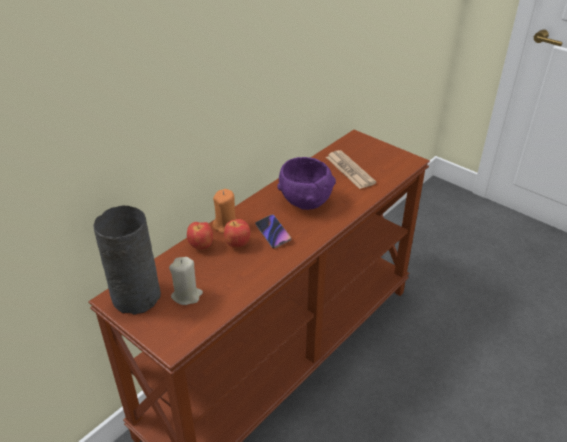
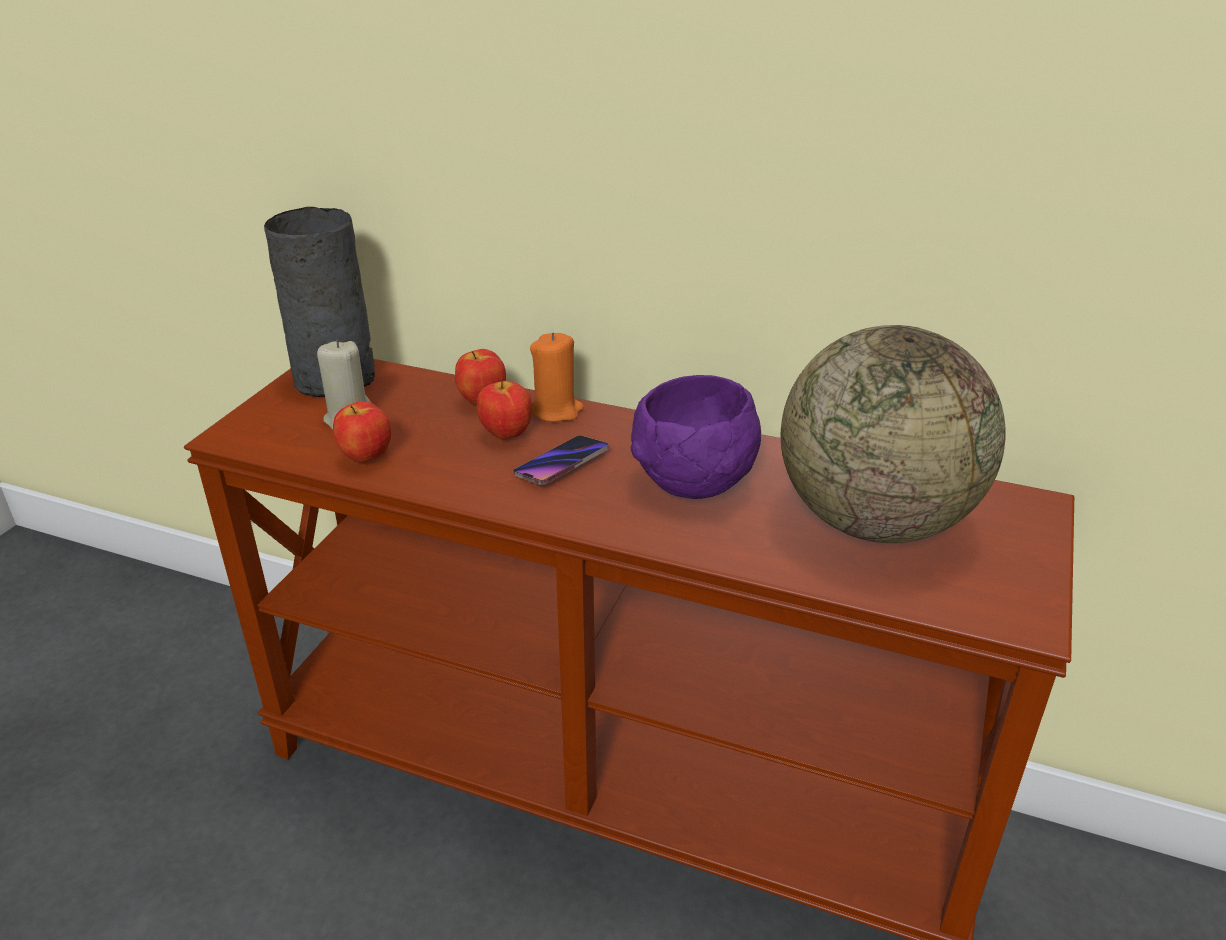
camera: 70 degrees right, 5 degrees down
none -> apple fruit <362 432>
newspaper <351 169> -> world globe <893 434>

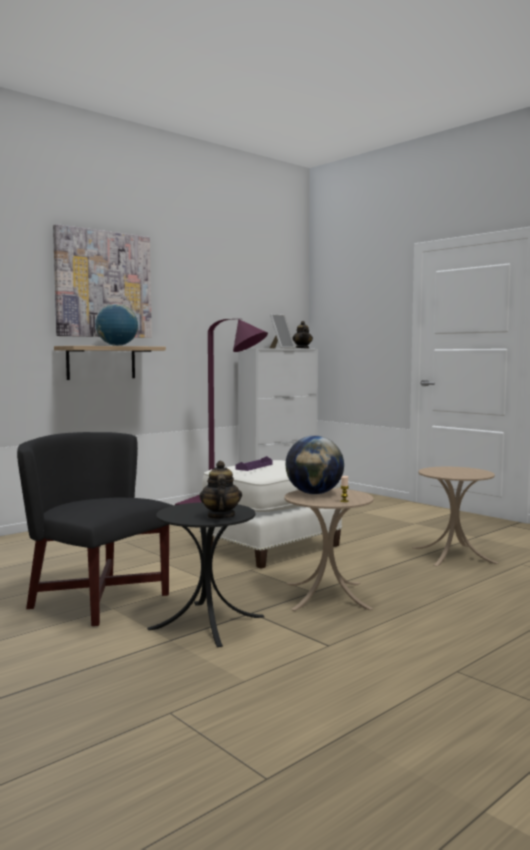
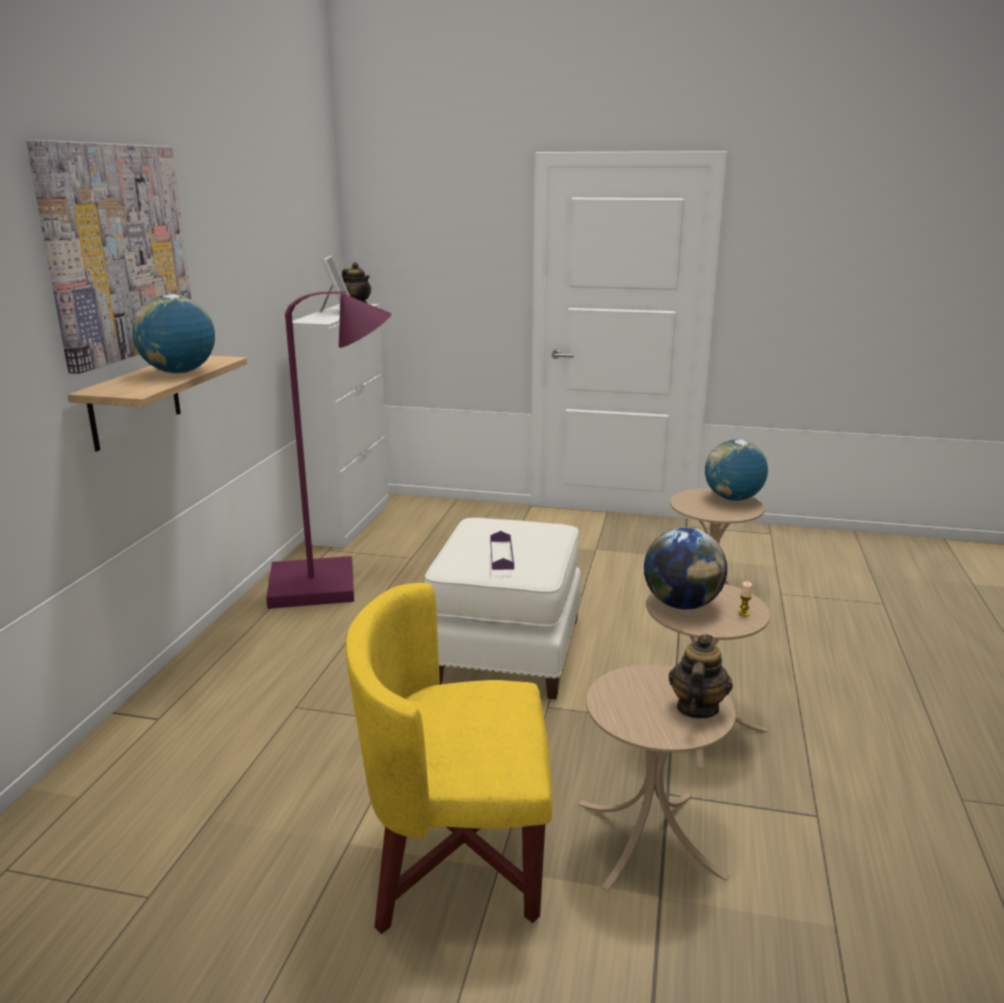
camera: 35 degrees left, 15 degrees up
none -> world globe <736 470>
black-coloured lounge chair <95 529> -> yellowish lounge chair <449 758>
black-coloured end table <206 574> -> sand-coloured end table <657 778>
teapot <221 490> -> teapot <701 676>, 60 degrees clockwise

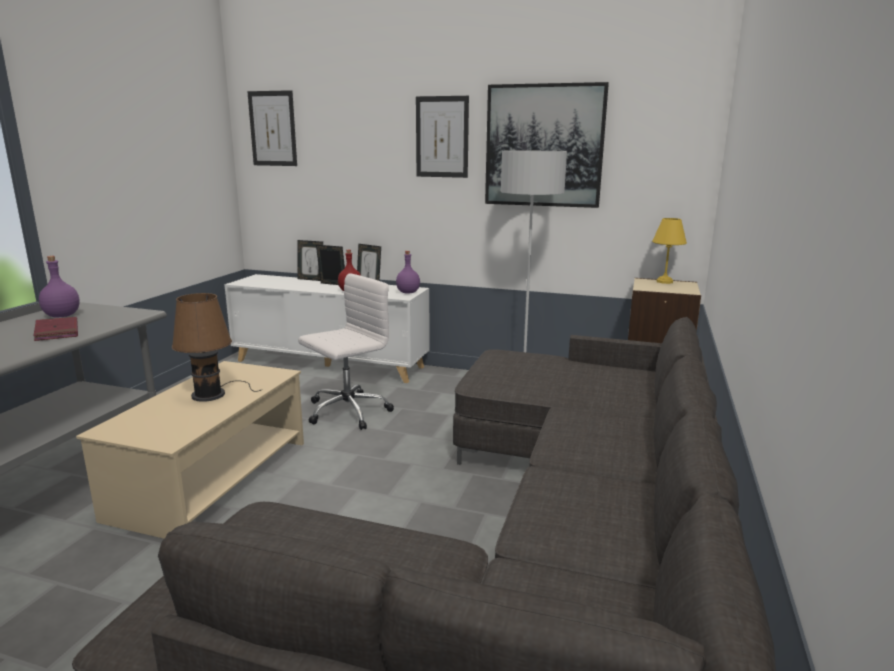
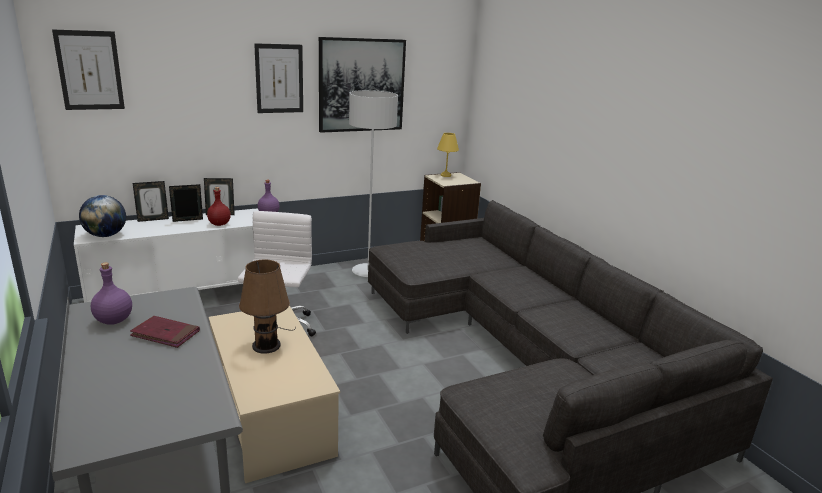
camera: 45 degrees left, 5 degrees up
none -> world globe <102 216>

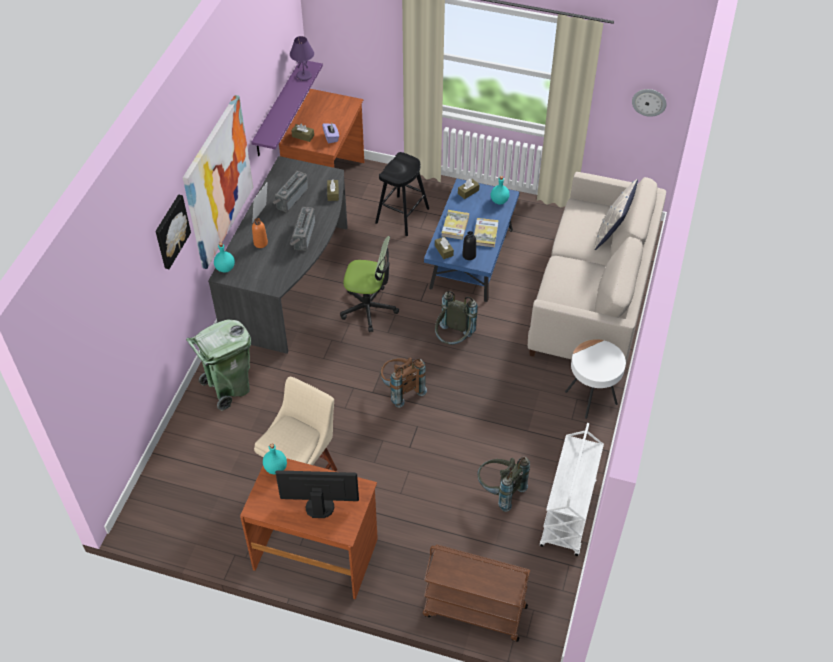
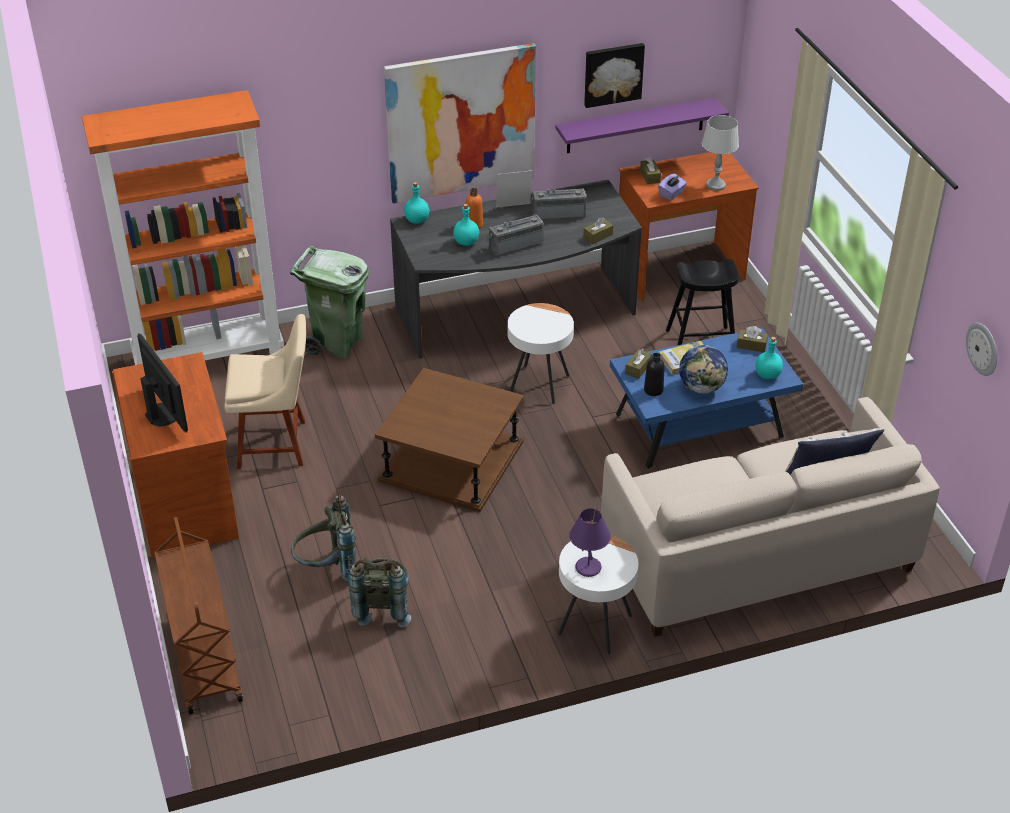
camera: 55 degrees right, 10 degrees down
white wheeled cart <572 489> -> none
none -> orange bookcase <183 227>
none -> grey tabletop lamp <720 153>
wall picture <173 231> -> wall picture <614 75>, shifted
turquoise bottle <275 459> -> turquoise bottle <466 225>, shifted
purple-coloured tabletop lamp <302 58> -> purple-coloured tabletop lamp <590 542>, shifted
grey rucksack <456 318> -> grey rucksack <324 537>, shifted
computer chair <369 284> -> white end table <540 353>
brown rucksack <403 383> -> brown end table <449 440>
bound book <486 232> -> world globe <703 369>

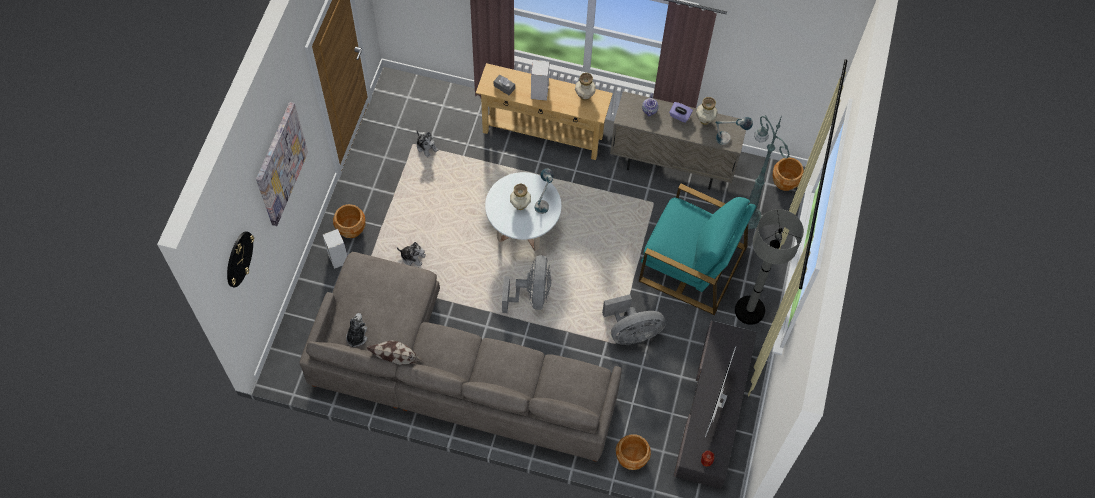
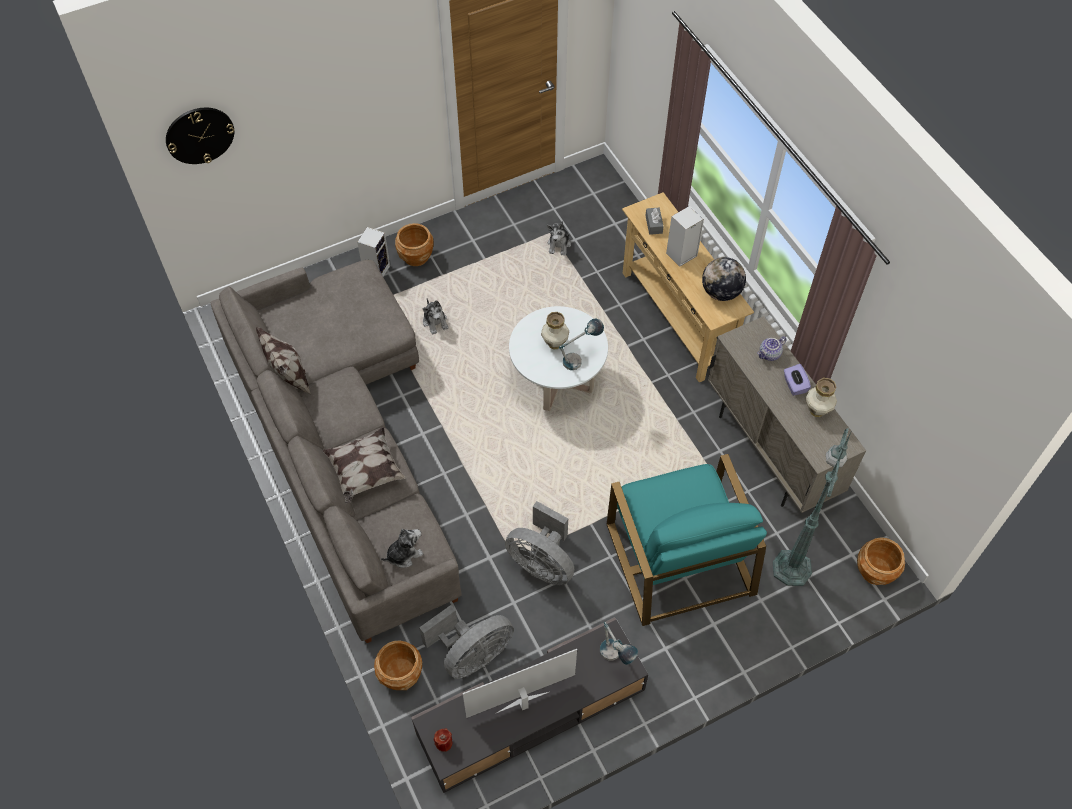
camera: 50 degrees right, 5 degrees down
wall picture <282 164> -> none
grey standing lamp <769 267> -> none
none -> cushion <364 465>
plush toy <357 330> -> plush toy <402 548>, shifted
grey electric fan <526 284> -> grey electric fan <466 642>, shifted
tabletop lamp <734 131> -> tabletop lamp <619 643>, shifted
decorative vase <585 87> -> world globe <724 279>

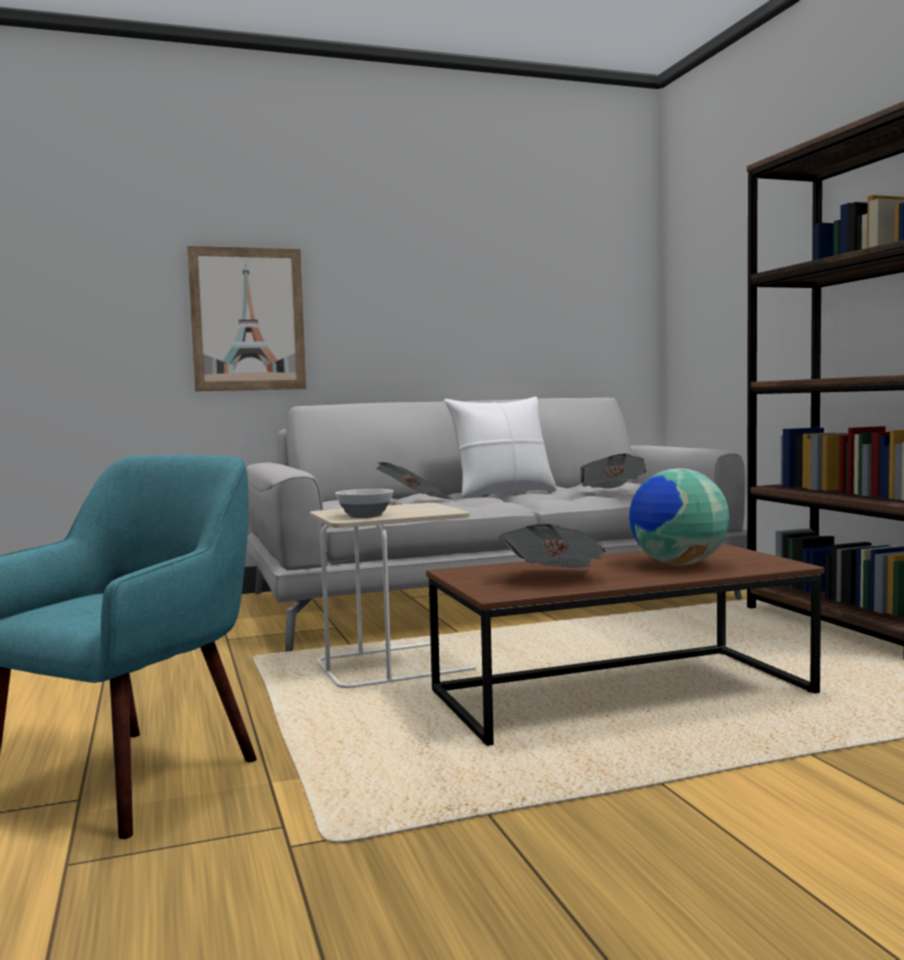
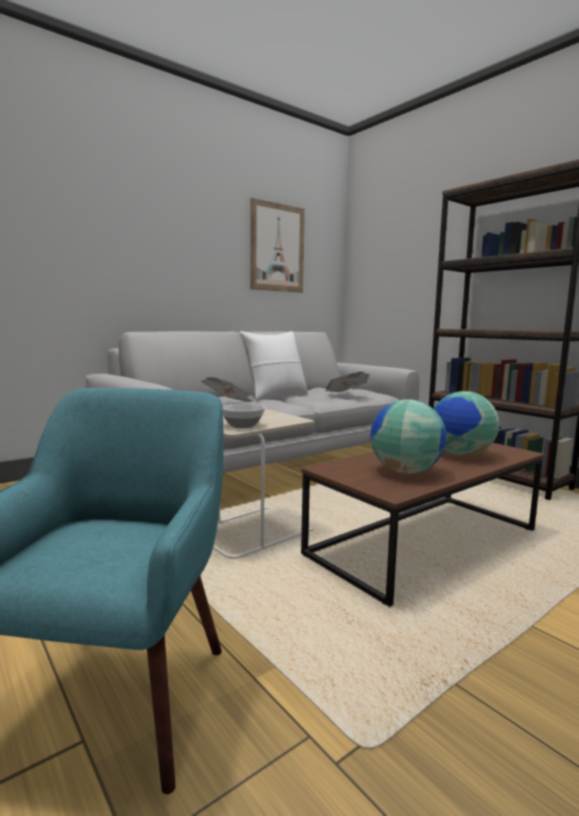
camera: 20 degrees left, 5 degrees up
wall picture <246 318> -> wall picture <277 245>, shifted
newspaper <552 546> -> world globe <408 436>

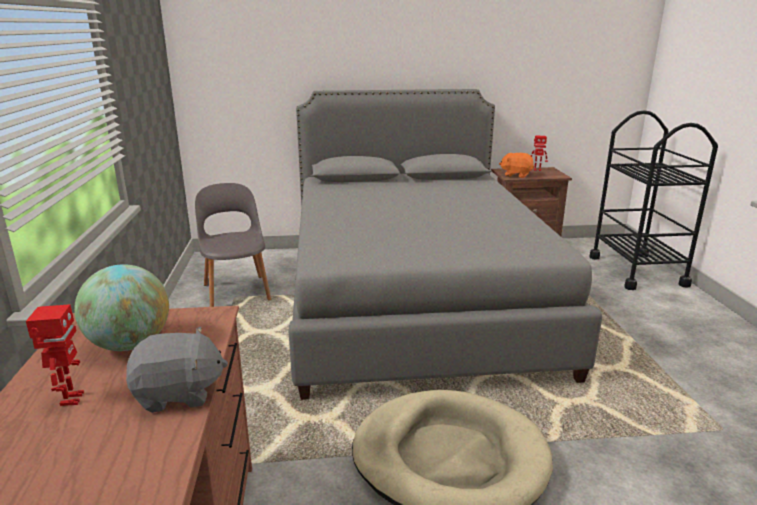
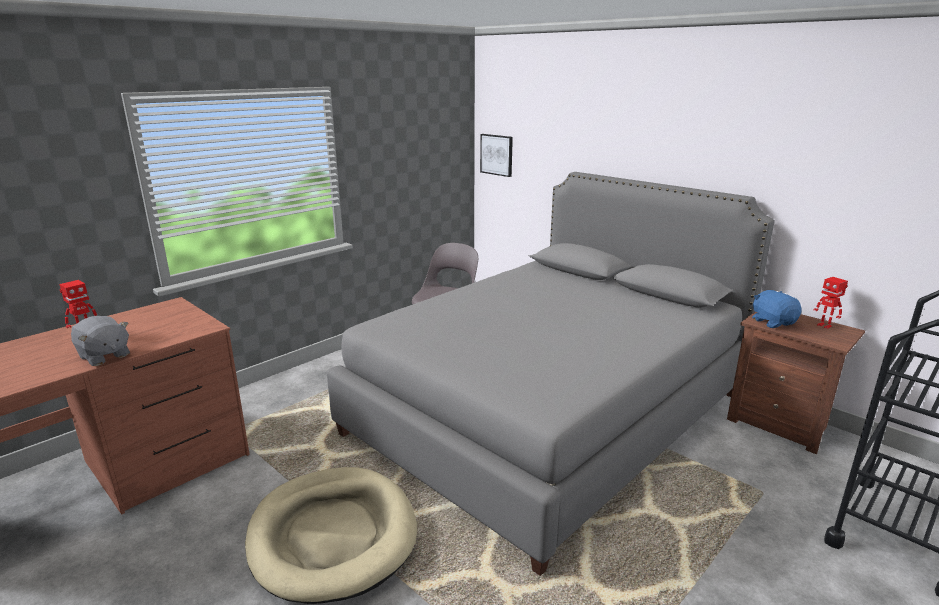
camera: 50 degrees right, 0 degrees up
world globe <121 307> -> none
none -> wall picture <496 155>
orange plush toy <516 165> -> blue-coloured plush toy <777 309>

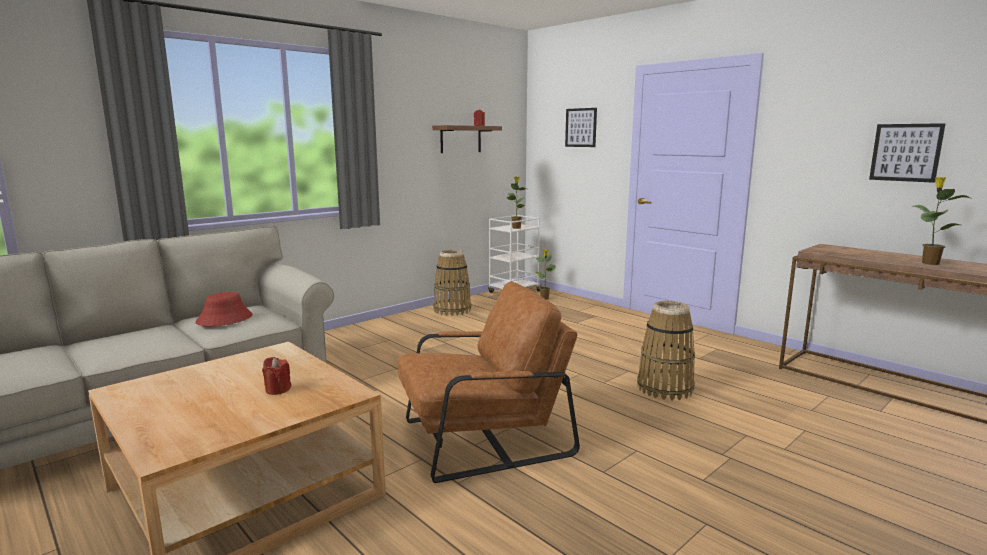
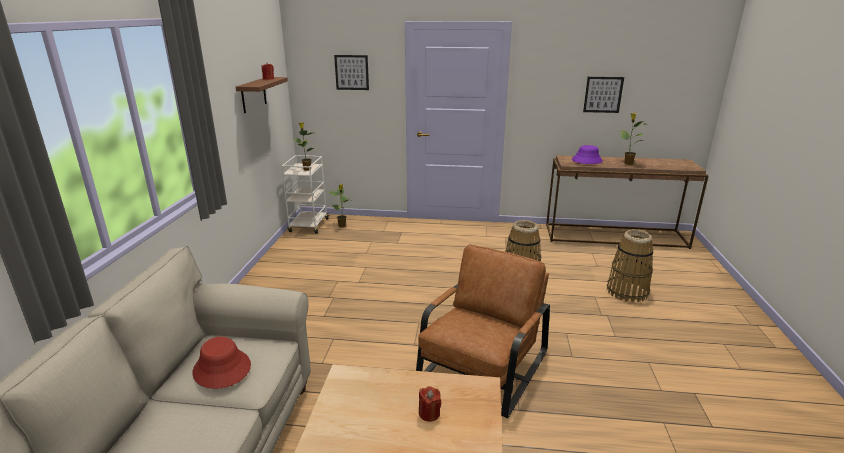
camera: 40 degrees left, 10 degrees up
none -> purple-coloured clothing hat <587 154>
basket <452 282> -> basket <630 266>, shifted

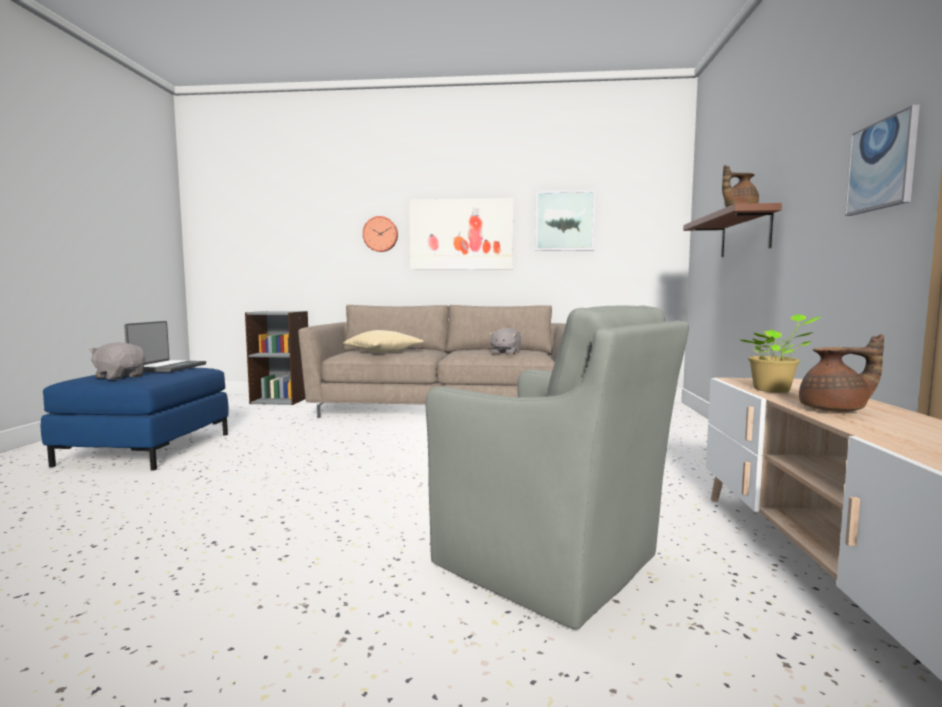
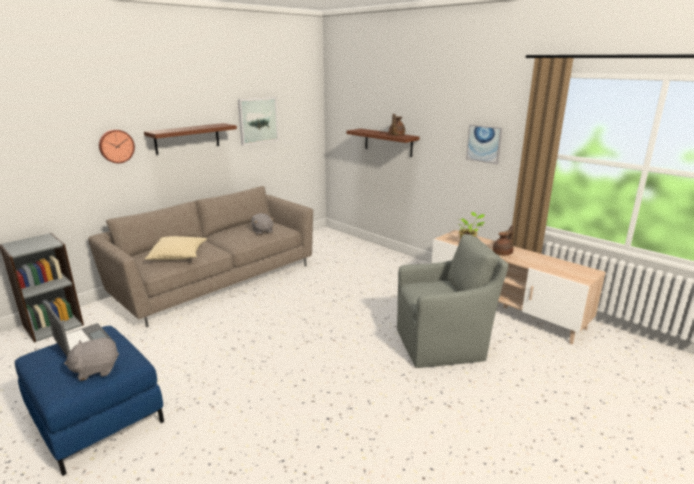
camera: 50 degrees left, 15 degrees up
wall picture <461 234> -> brown shelf <190 139>

